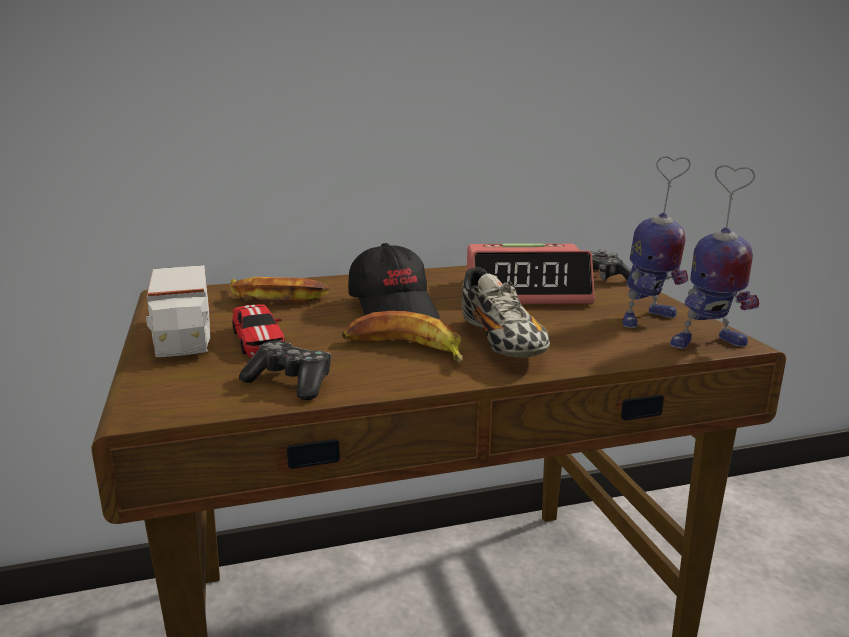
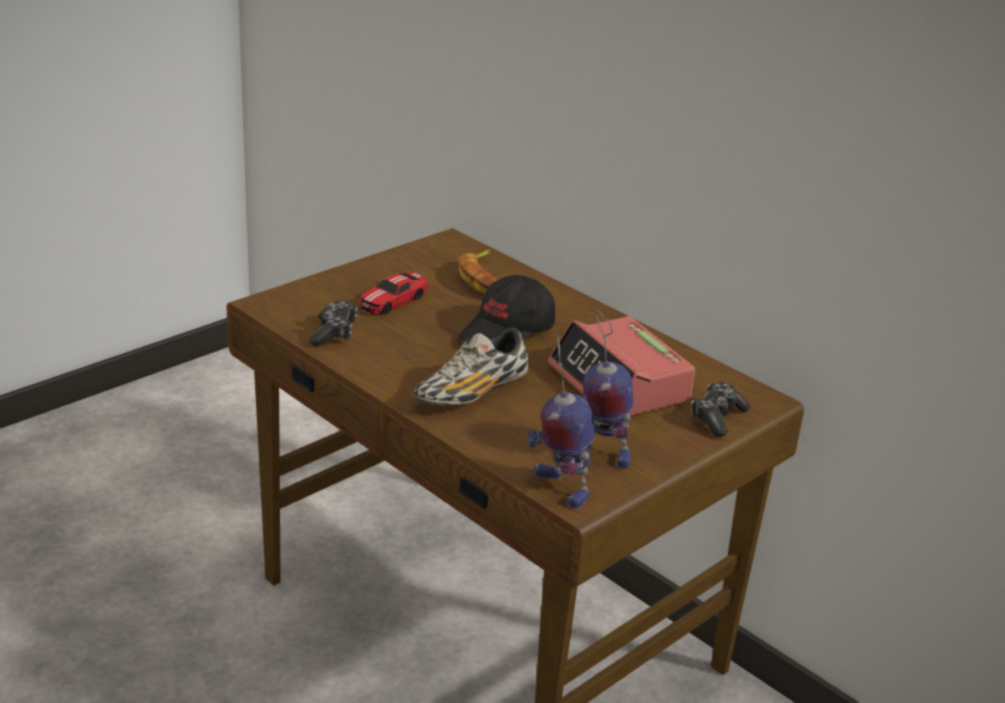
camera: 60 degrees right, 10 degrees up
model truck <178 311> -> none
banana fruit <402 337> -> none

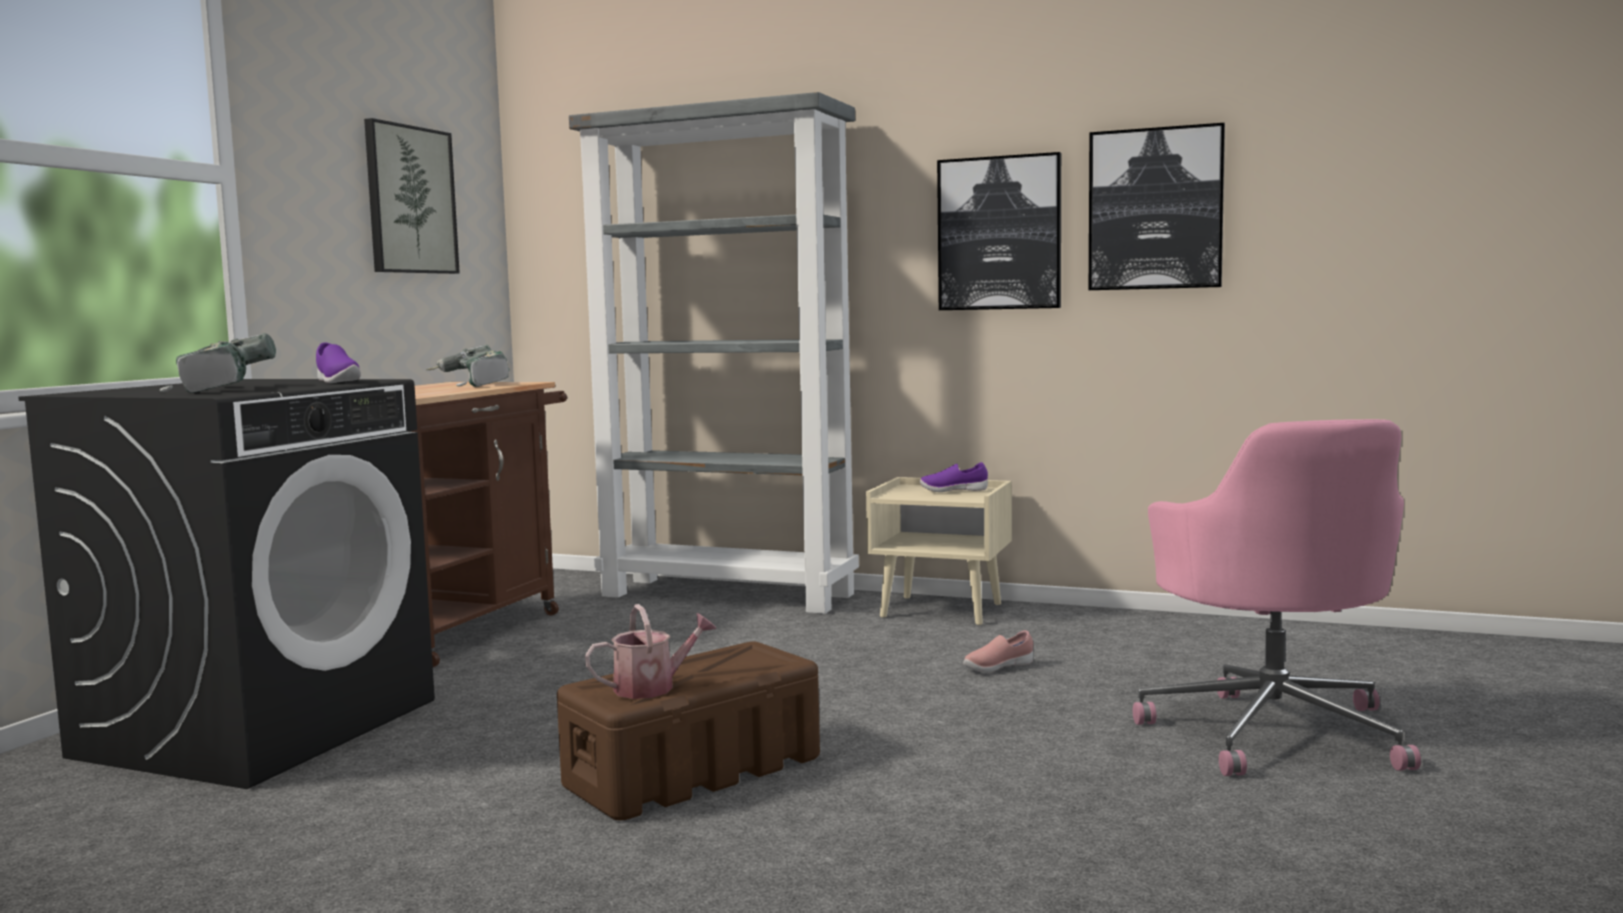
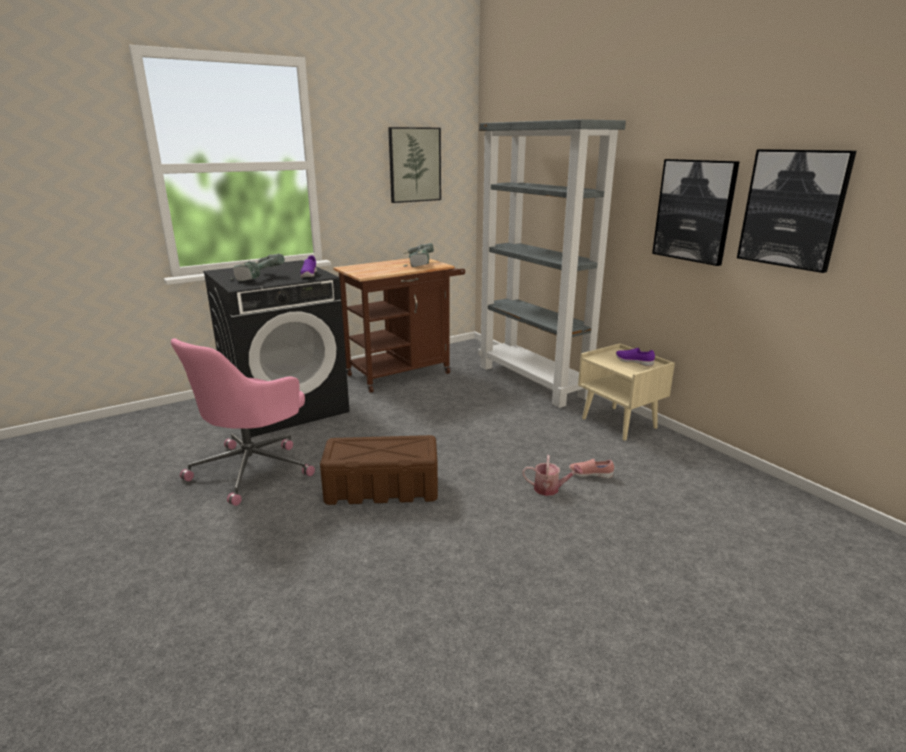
camera: 35 degrees right, 15 degrees up
watering pot <651 651> -> watering pot <553 475>, shifted
pink-coloured computer chair <1277 597> -> pink-coloured computer chair <243 422>, shifted

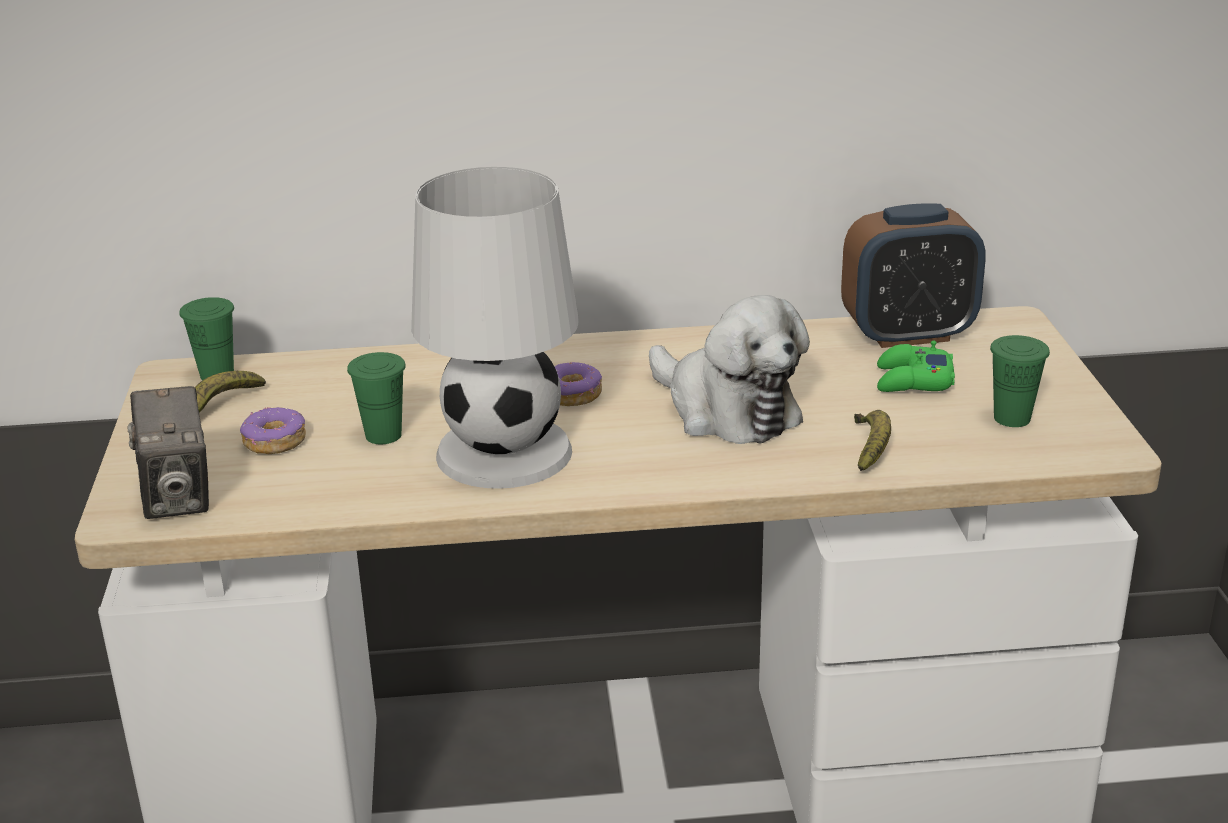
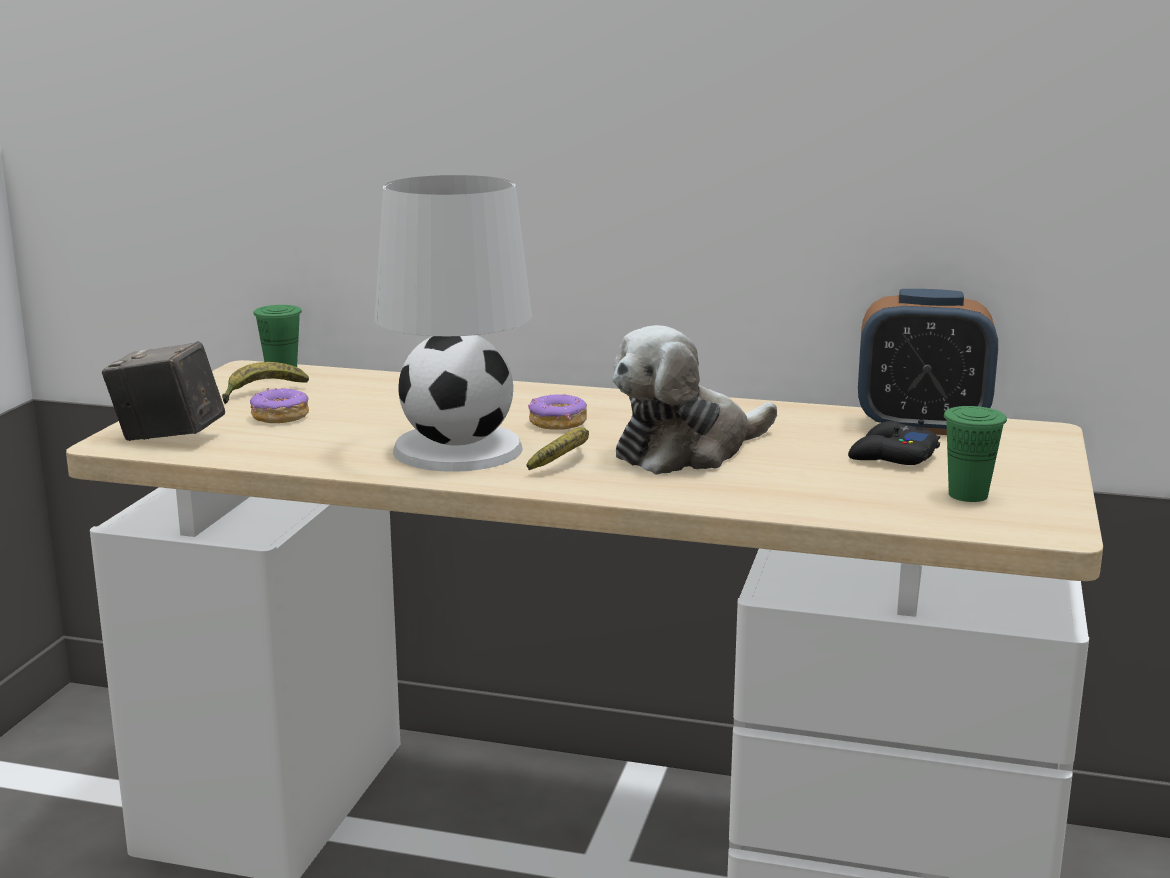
camera: 20 degrees right, 10 degrees down
green small cup <376 398> -> none
banana fruit <872 440> -> banana fruit <557 448>, shifted
green game controller <916 366> -> black-coloured game controller <894 442>
photo camera <168 452> -> photo camera <163 391>, 105 degrees clockwise
plush toy <729 369> -> plush toy <695 400>, 75 degrees clockwise

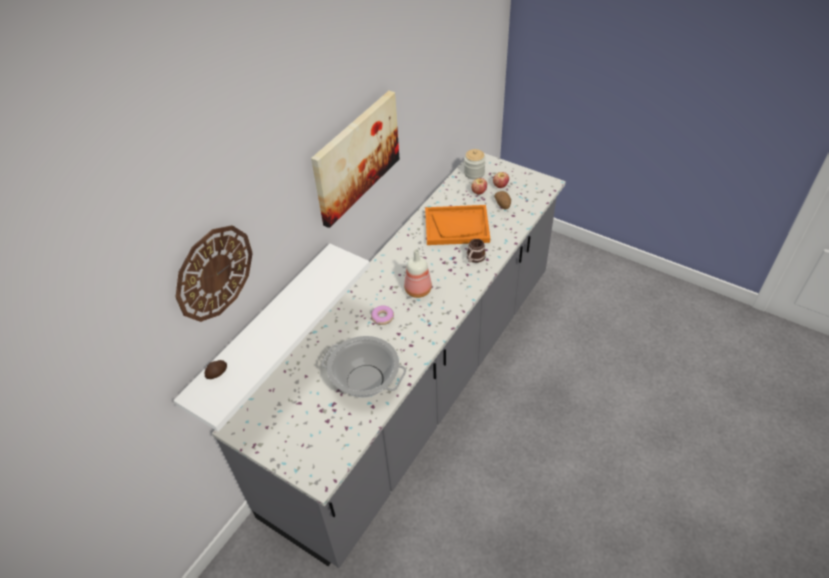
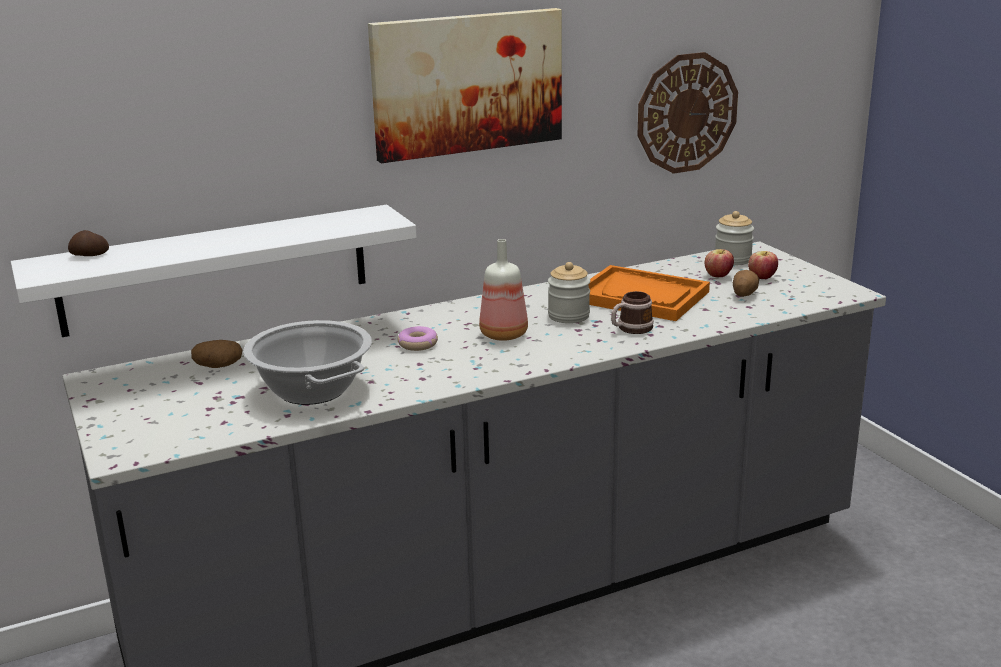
camera: 30 degrees right, 25 degrees down
none -> spud <216 354>
none -> preserve jar <569 292>
clock on the wall <214 273> -> clock on the wall <687 113>, shifted

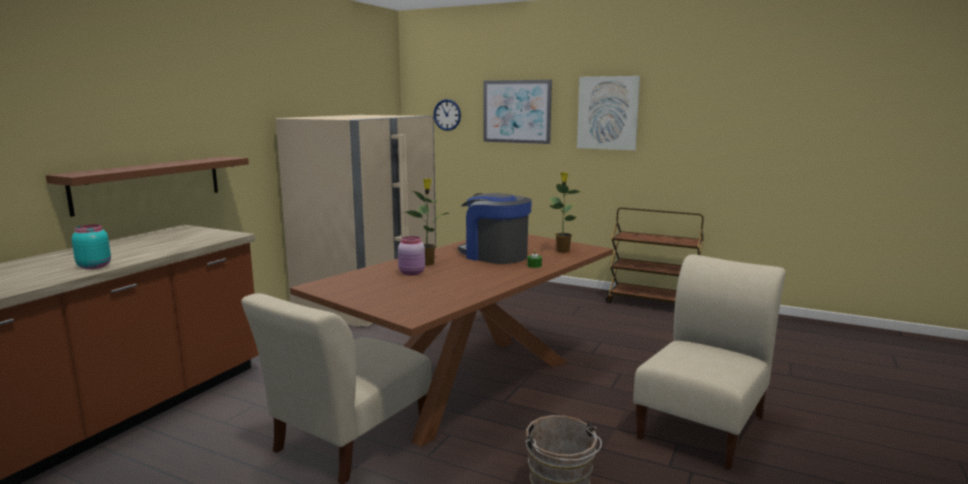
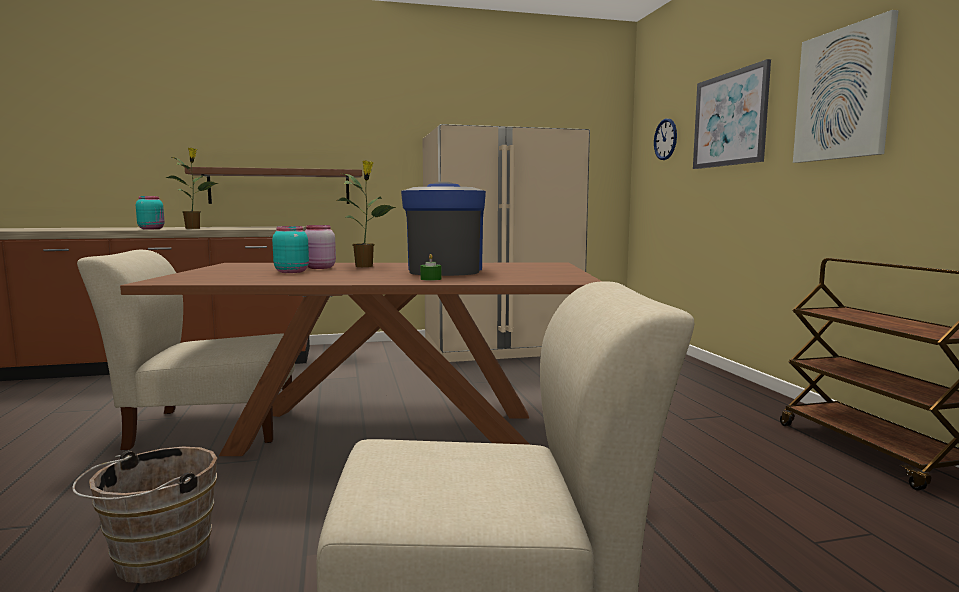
camera: 50 degrees right, 5 degrees down
none -> turquoise preserve jar <290 249>
plant in a pot <565 212> -> plant in a pot <192 188>, shifted

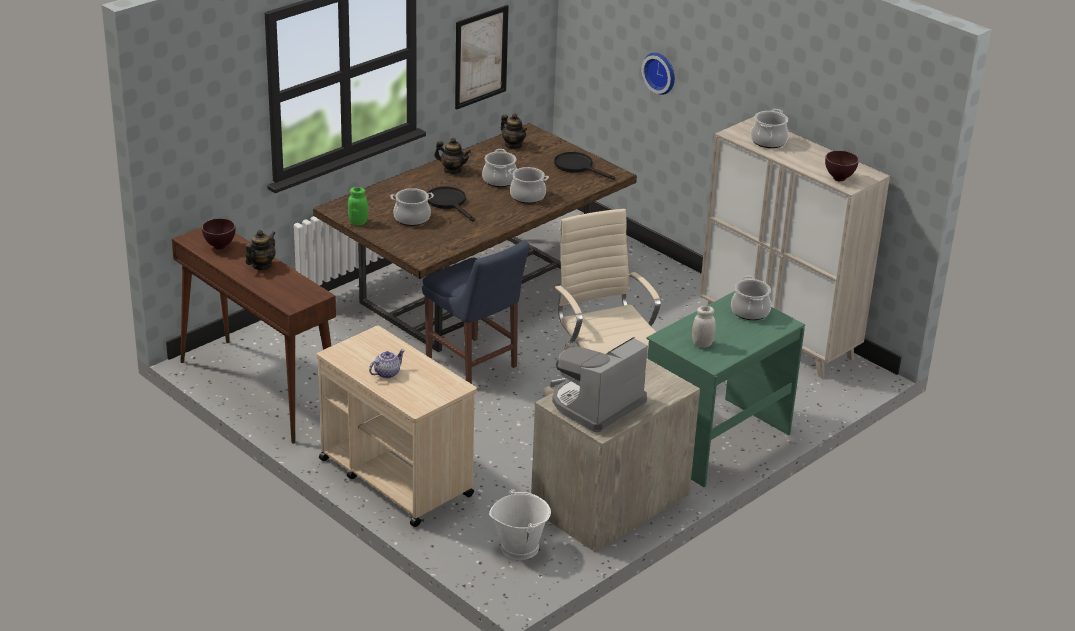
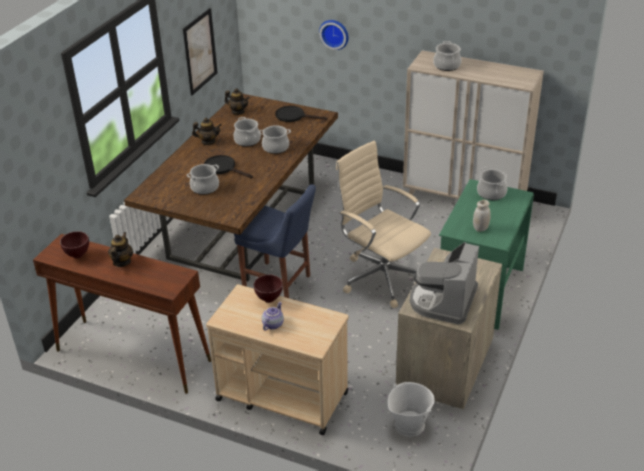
camera: 20 degrees left, 5 degrees up
green preserve jar <358 206> -> none
brown deep dish <842 165> -> brown deep dish <268 289>, shifted

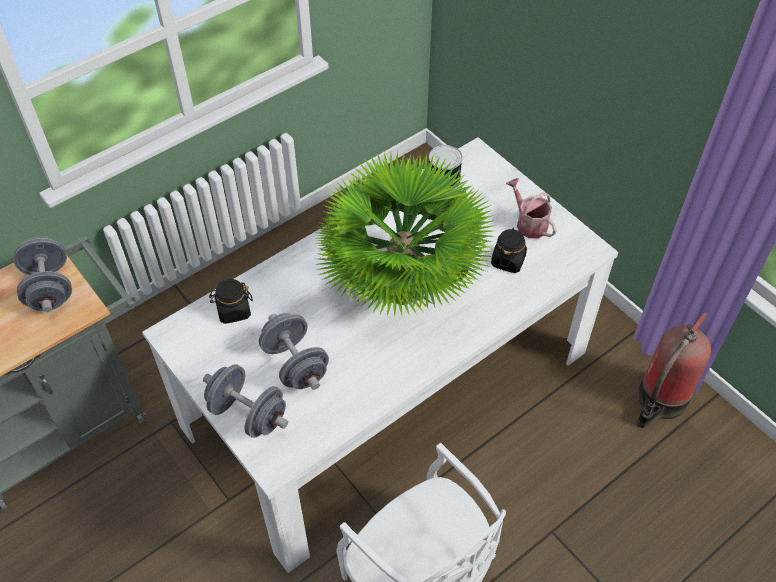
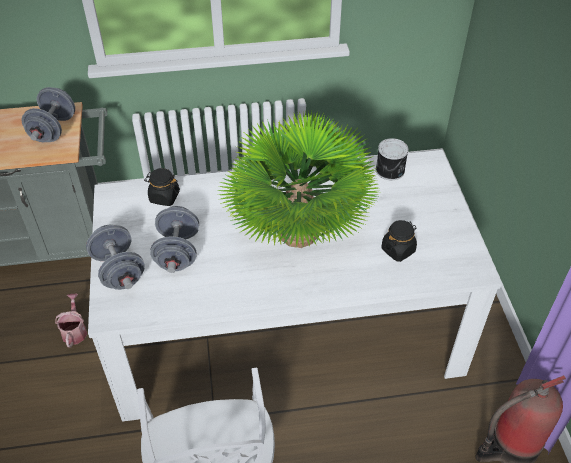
camera: 30 degrees right, 5 degrees down
watering pot <531 208> -> watering pot <71 321>, shifted

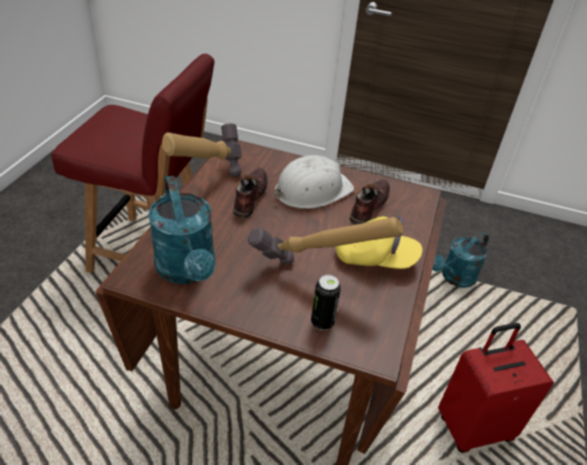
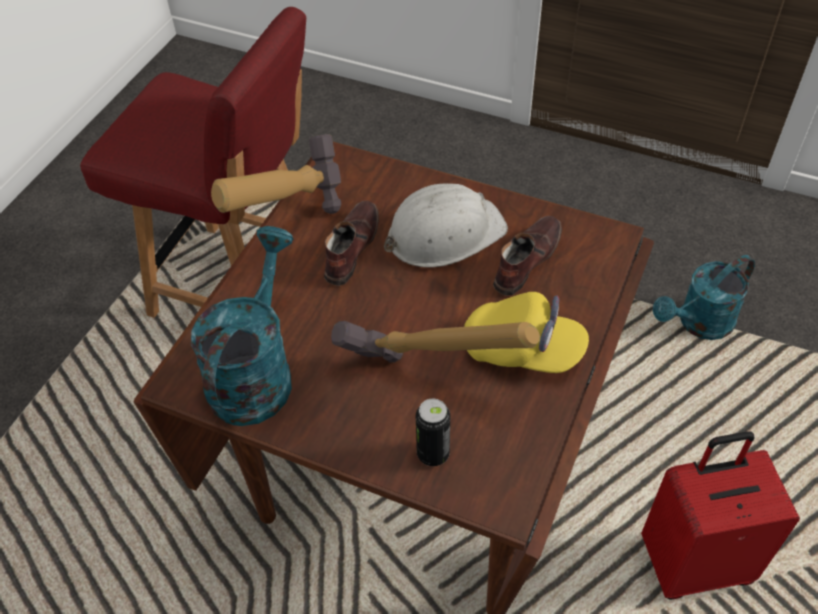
camera: 10 degrees right, 10 degrees up
turquoise watering pot <182 230> -> turquoise watering pot <242 326>, 150 degrees counterclockwise

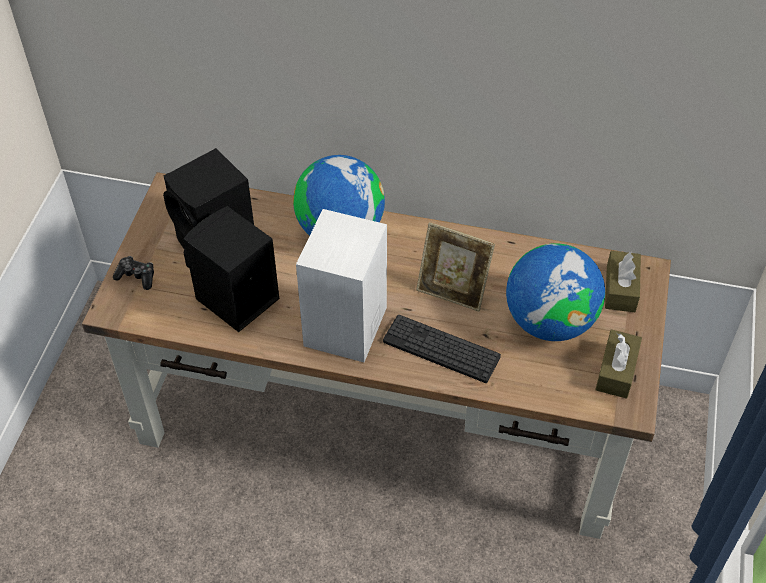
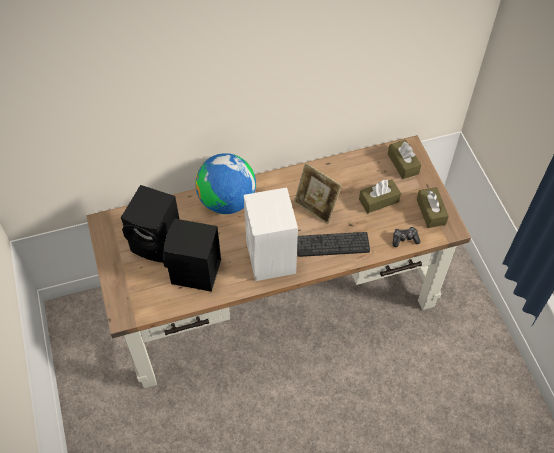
camera: 30 degrees left, 5 degrees up
game controller <133 273> -> game controller <407 237>, shifted
world globe <555 292> -> brown box of tissues <380 196>
picture frame <455 267> -> picture frame <318 193>, 45 degrees clockwise

